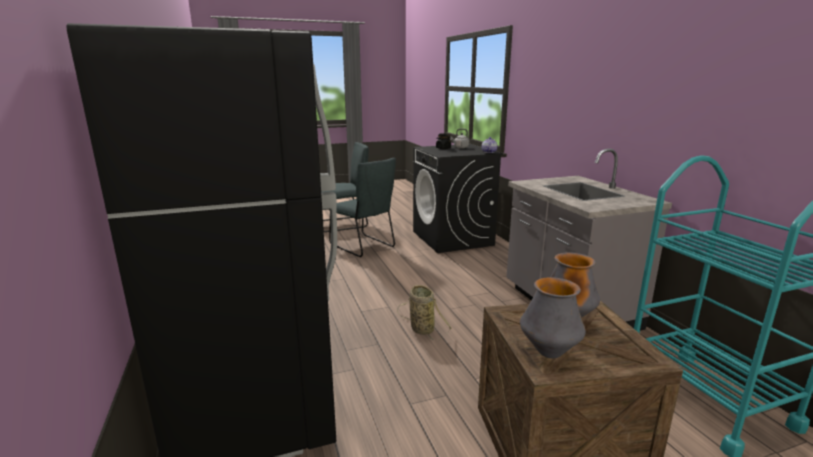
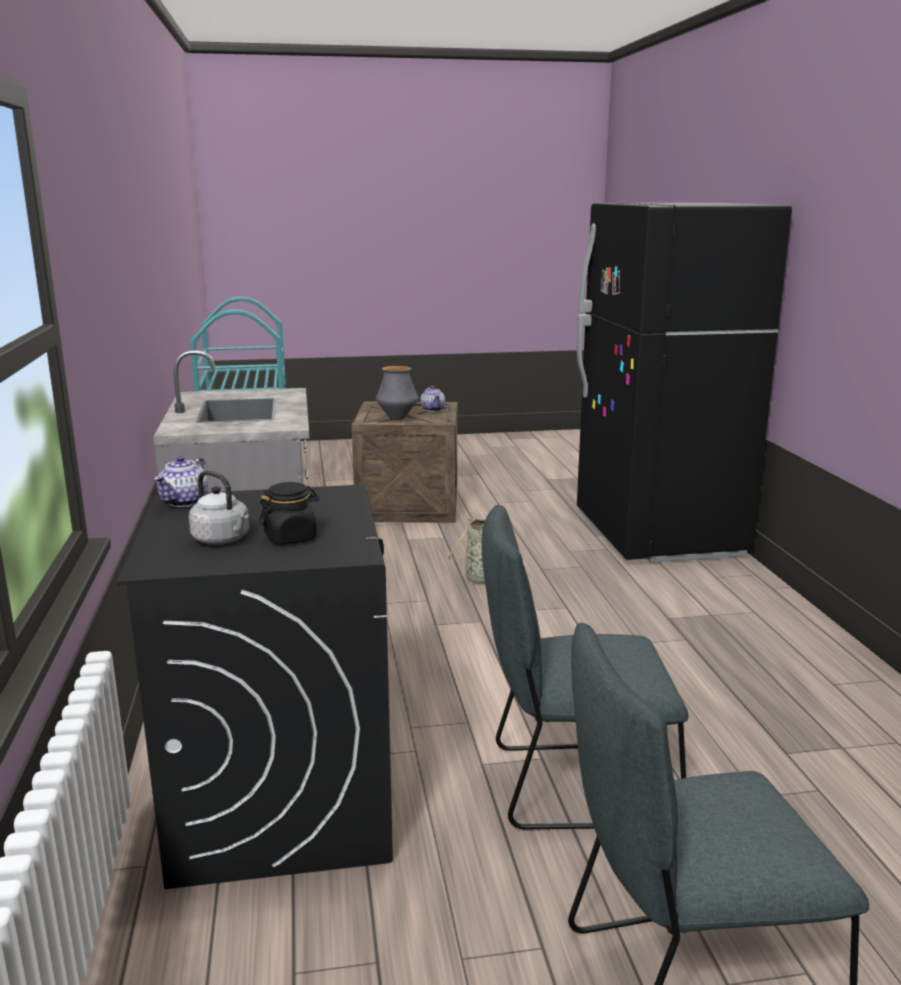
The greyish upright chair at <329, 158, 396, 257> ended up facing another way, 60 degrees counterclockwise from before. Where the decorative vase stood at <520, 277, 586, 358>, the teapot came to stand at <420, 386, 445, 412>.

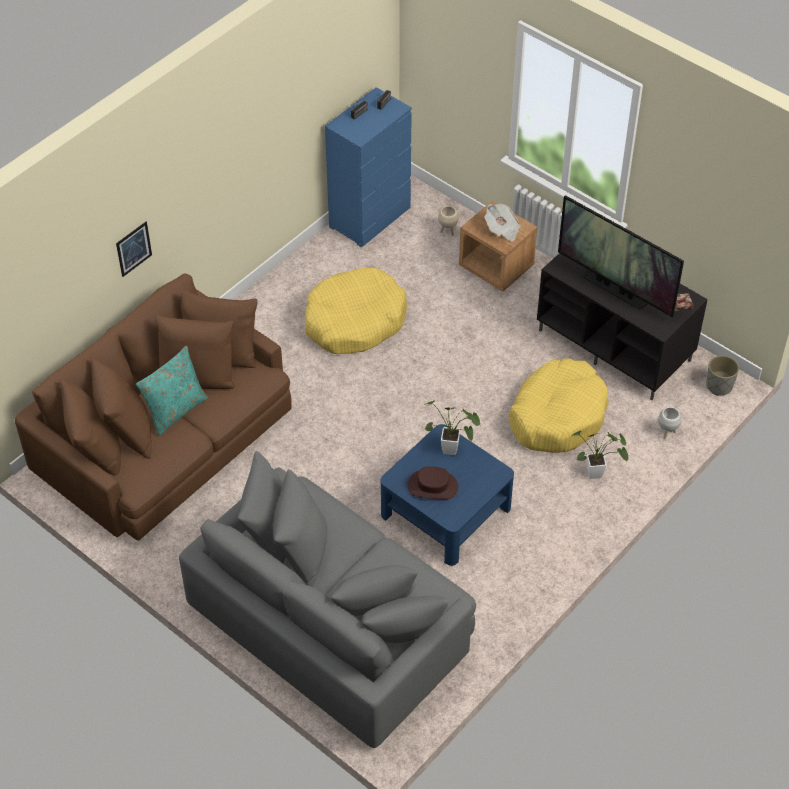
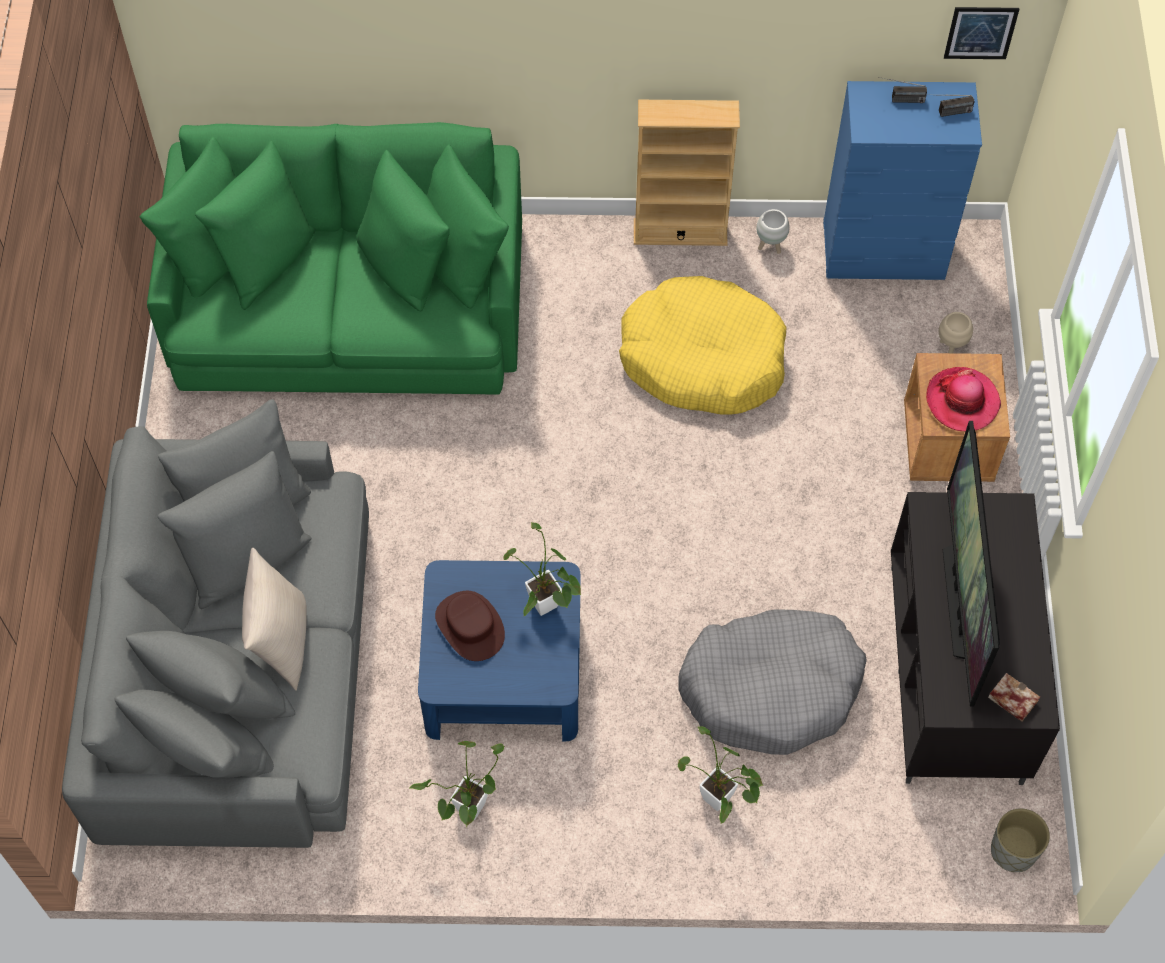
Where the newspaper stood at <485, 204, 521, 242>, the wearable hat came to stand at <926, 367, 1001, 431>. The picture ended up elsewhere, having gone from <116, 222, 152, 277> to <944, 7, 1019, 59>. What was the brown-coloured couch at <15, 273, 292, 541> turned into the green couch at <139, 122, 522, 395>. The second view lost the turquoise throw pillow at <136, 346, 208, 436>. What was the yellow-coloured dog cushion at <509, 358, 609, 453> turned into the greyish dog cushion at <678, 609, 867, 755>. The white planter ended up elsewhere, having gone from <658, 407, 681, 439> to <756, 209, 790, 254>. The second view gained the beige-coloured bookcase at <634, 100, 740, 246>. The second view gained the beige-coloured throw pillow at <242, 548, 307, 691>. The second view gained the houseplant at <409, 741, 505, 827>.

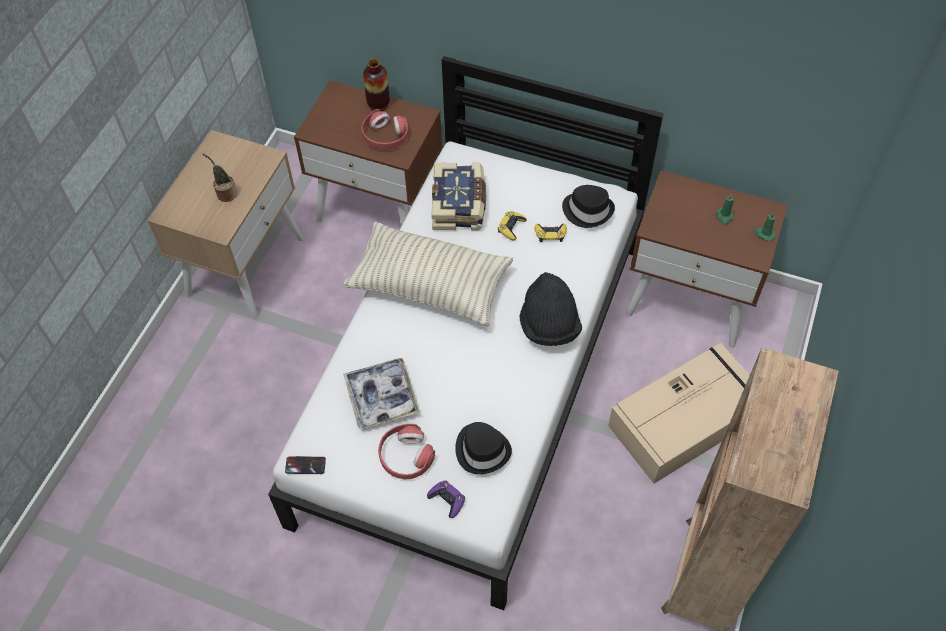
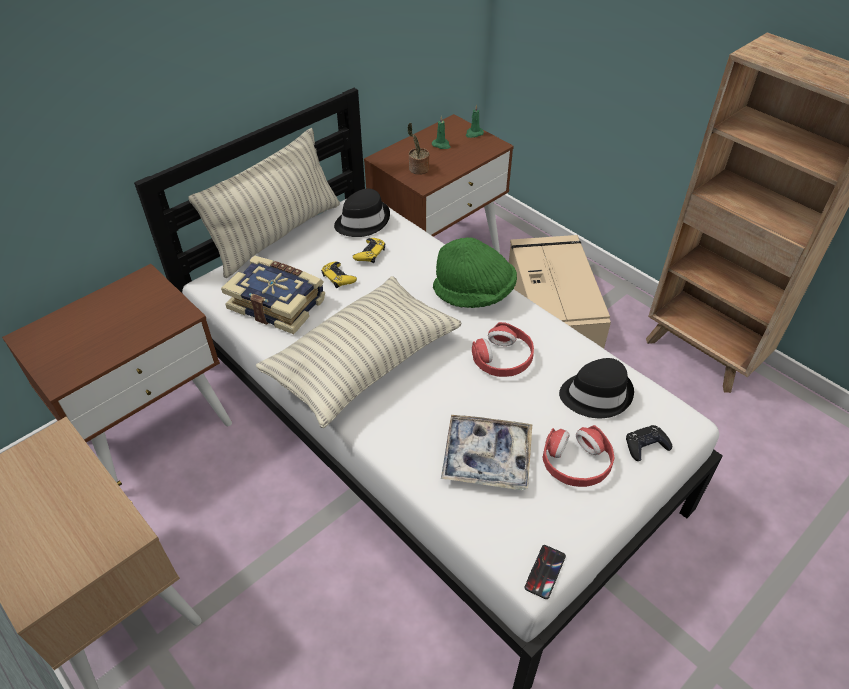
The second view lost the decorative vase at <363, 59, 390, 111>. The red-coloured headphones ended up elsewhere, having gone from <361, 109, 408, 150> to <472, 322, 534, 377>. The houseplant ended up elsewhere, having gone from <202, 153, 237, 202> to <407, 122, 429, 175>. What was the blackish wearable hat at <519, 272, 582, 346> turned into the green wearable hat at <433, 237, 517, 308>. What was the purplish gamepad at <427, 481, 465, 518> turned into the blackish gamepad at <626, 425, 672, 461>. The second view gained the throw pillow at <188, 128, 340, 278>.

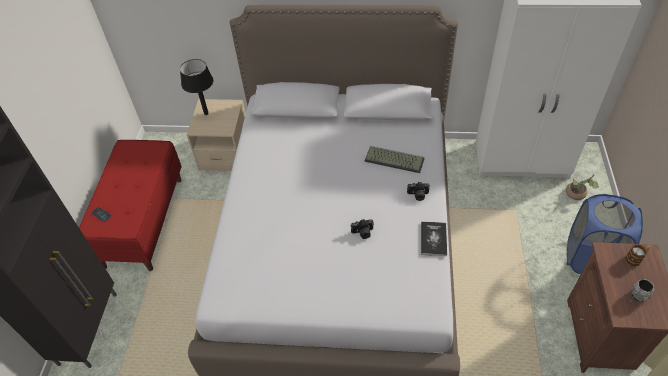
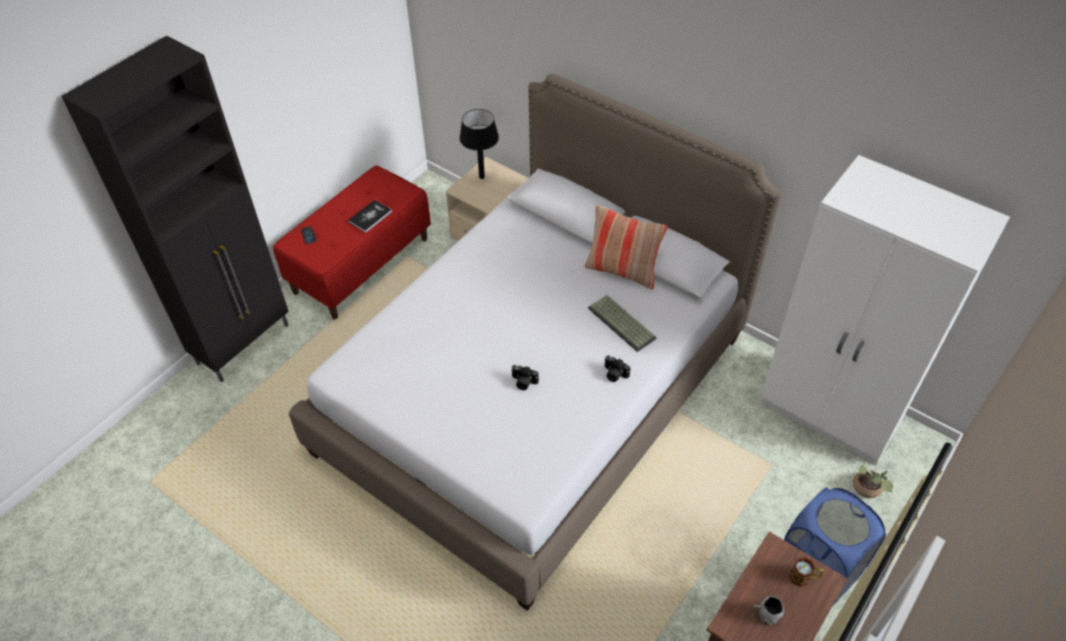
The bound book ended up elsewhere, having gone from <421, 222, 447, 256> to <348, 200, 392, 232>. The second view gained the throw pillow at <585, 205, 667, 289>.

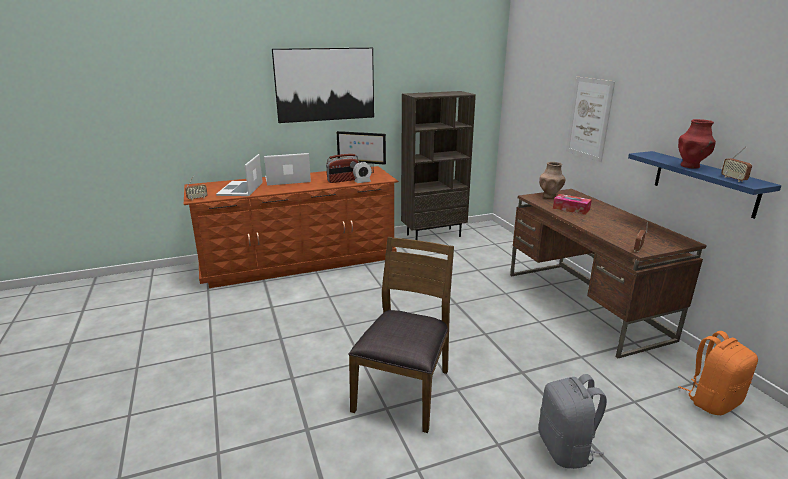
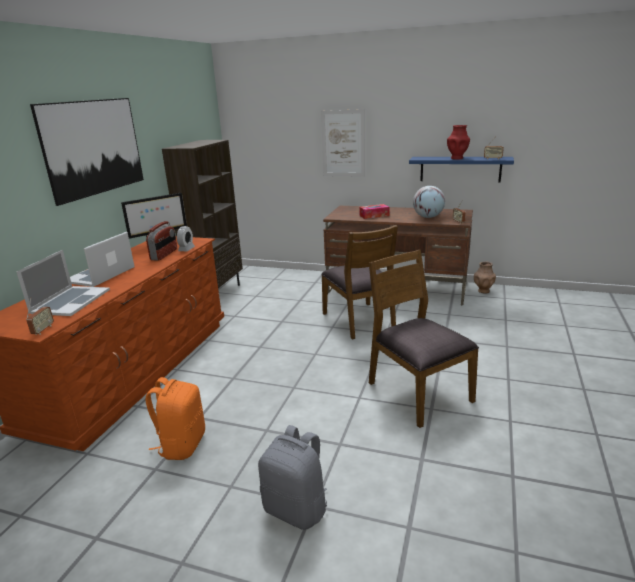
The portable computer at <216, 154, 263, 196> ended up facing another way, 120 degrees counterclockwise from before. The brown-coloured decorative vase ended up elsewhere, having gone from <539, 162, 565, 199> to <474, 261, 496, 294>. The orange-coloured backpack ended up elsewhere, having gone from <678, 331, 758, 415> to <146, 377, 205, 460>. The greyish backpack ended up elsewhere, having gone from <539, 374, 607, 469> to <258, 425, 327, 530>. The second view gained the world globe at <413, 186, 445, 218>. The second view gained the brown-coloured upright chair at <321, 225, 398, 340>.

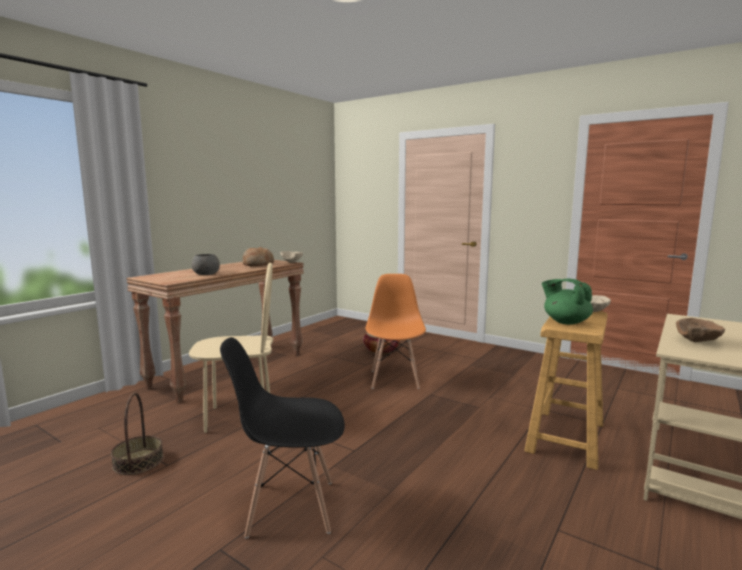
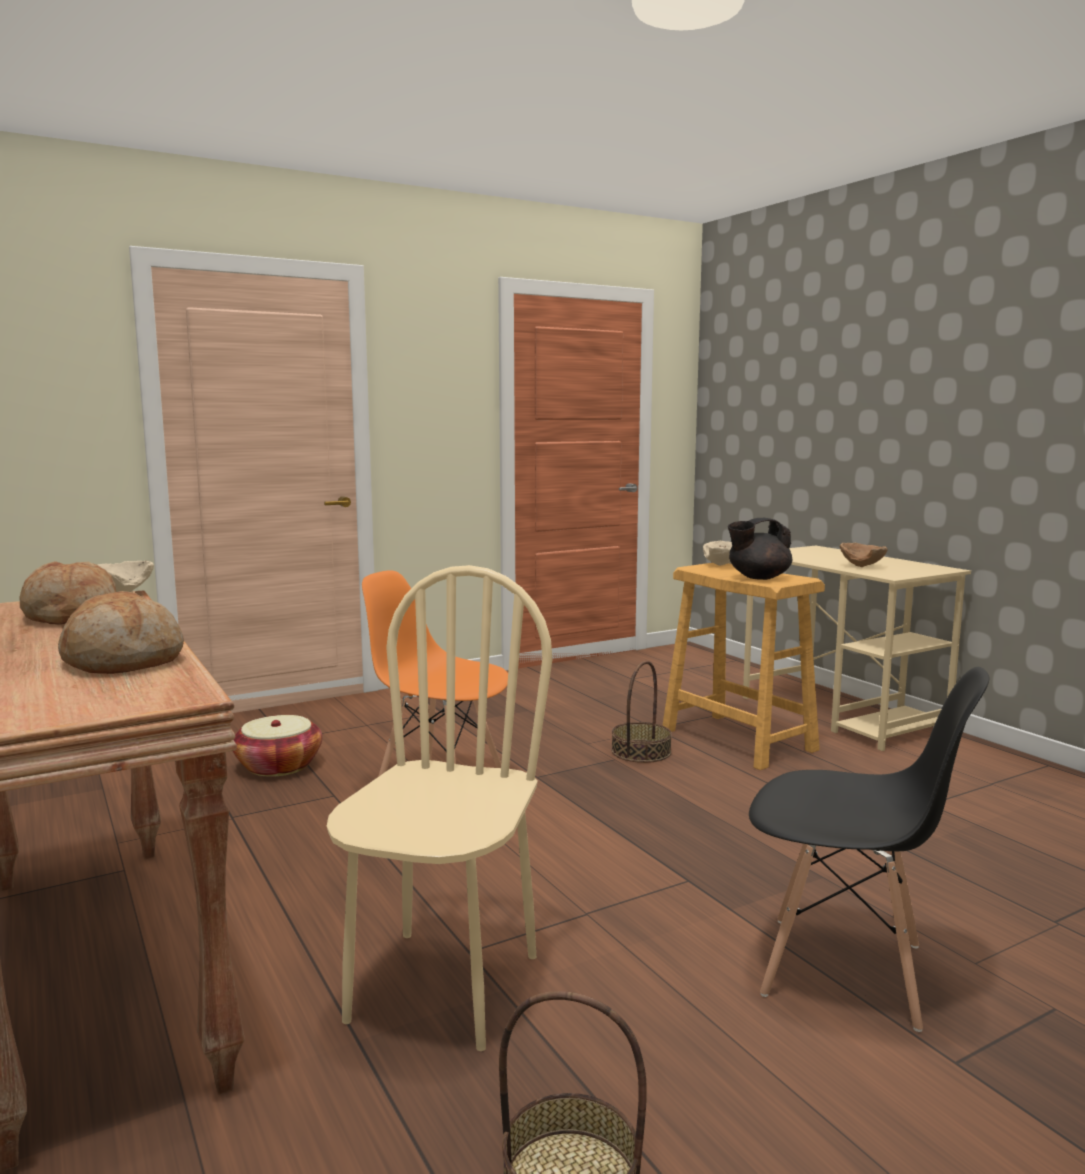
Where the greyish bowl stood at <192, 254, 220, 275>, the bakery bread came to stand at <58, 591, 184, 674>. What was the green teapot at <542, 279, 593, 325> turned into the blackish teapot at <728, 518, 793, 580>. The blackish upright chair at <220, 337, 345, 539> ended up facing another way, 90 degrees counterclockwise from before. The second view gained the storage basket at <611, 661, 672, 763>.

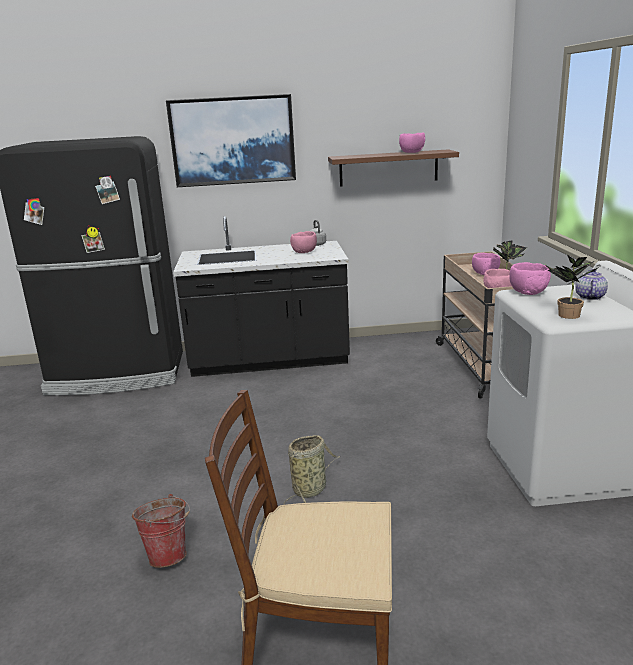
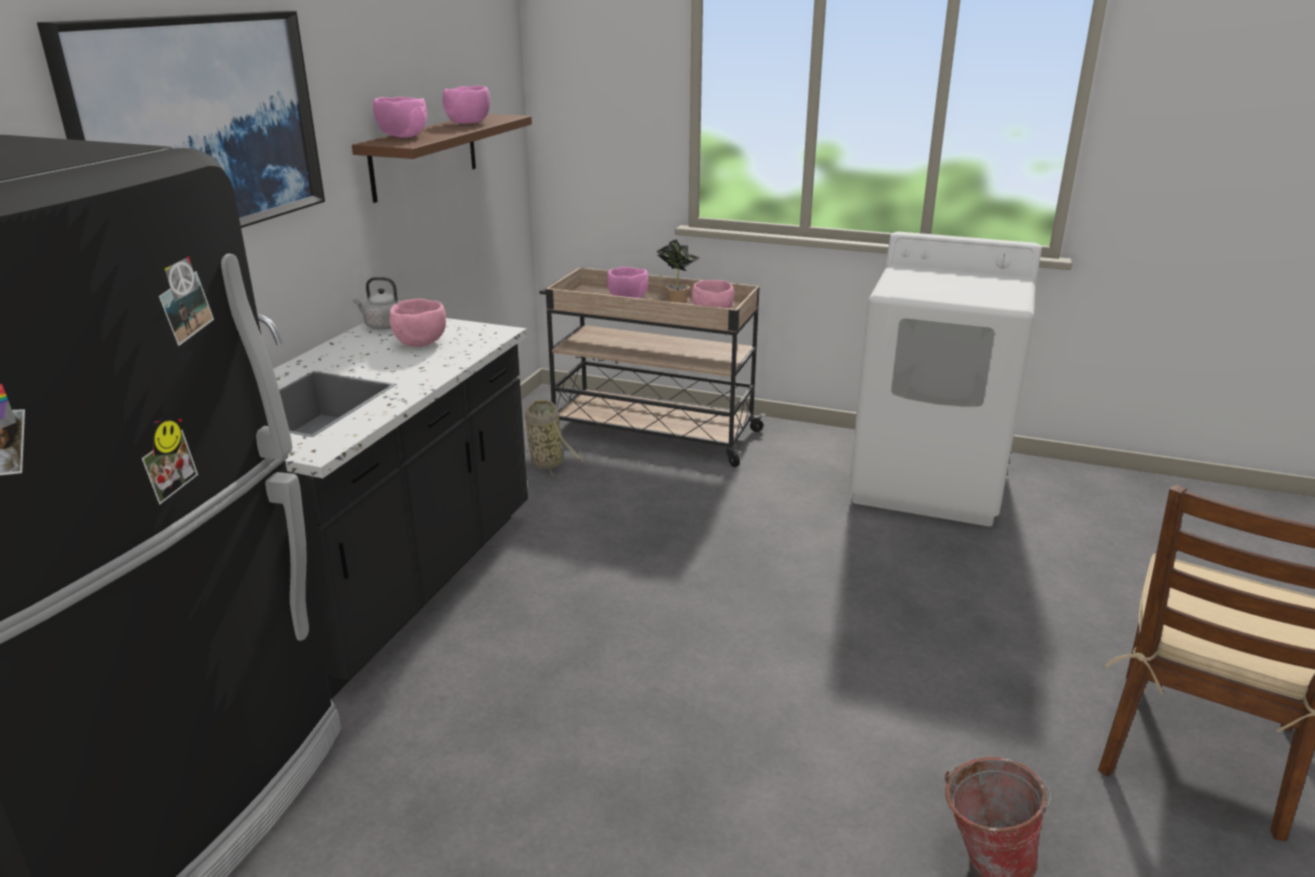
The second view lost the houseplant at <544, 255, 599, 319>. The pinkish bowl ended up elsewhere, having gone from <509, 262, 551, 295> to <373, 97, 427, 138>. The second view lost the teapot at <575, 269, 608, 300>. The storage basket ended up elsewhere, having gone from <284, 435, 341, 504> to <523, 400, 583, 476>.

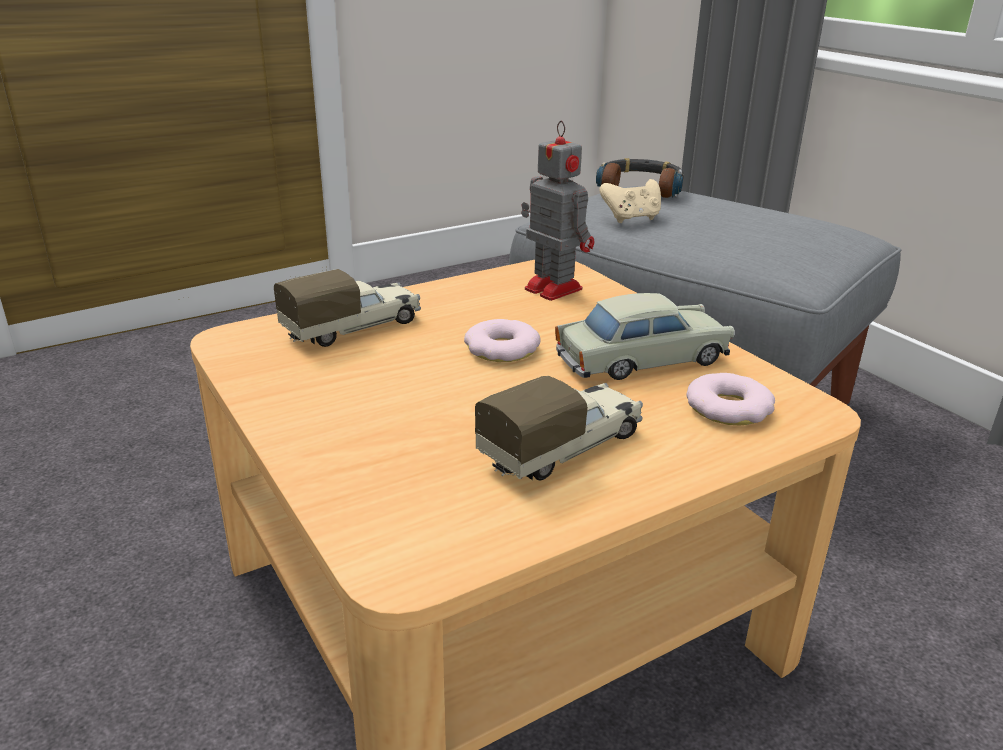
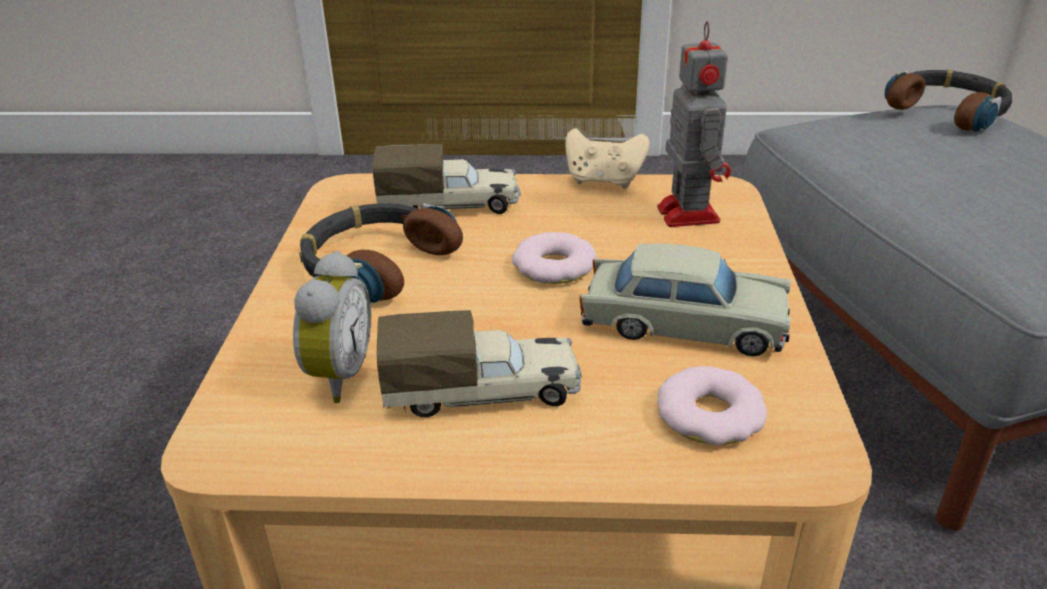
The beige-coloured gamepad ended up elsewhere, having gone from <599, 179, 661, 223> to <566, 128, 650, 189>. The second view gained the headphones at <299, 203, 463, 303>. The second view gained the alarm clock at <293, 251, 371, 403>.

